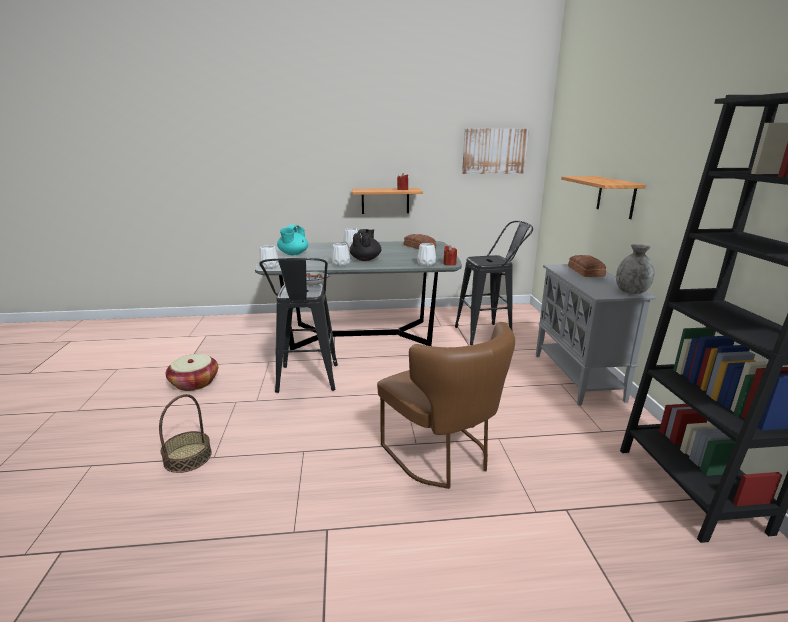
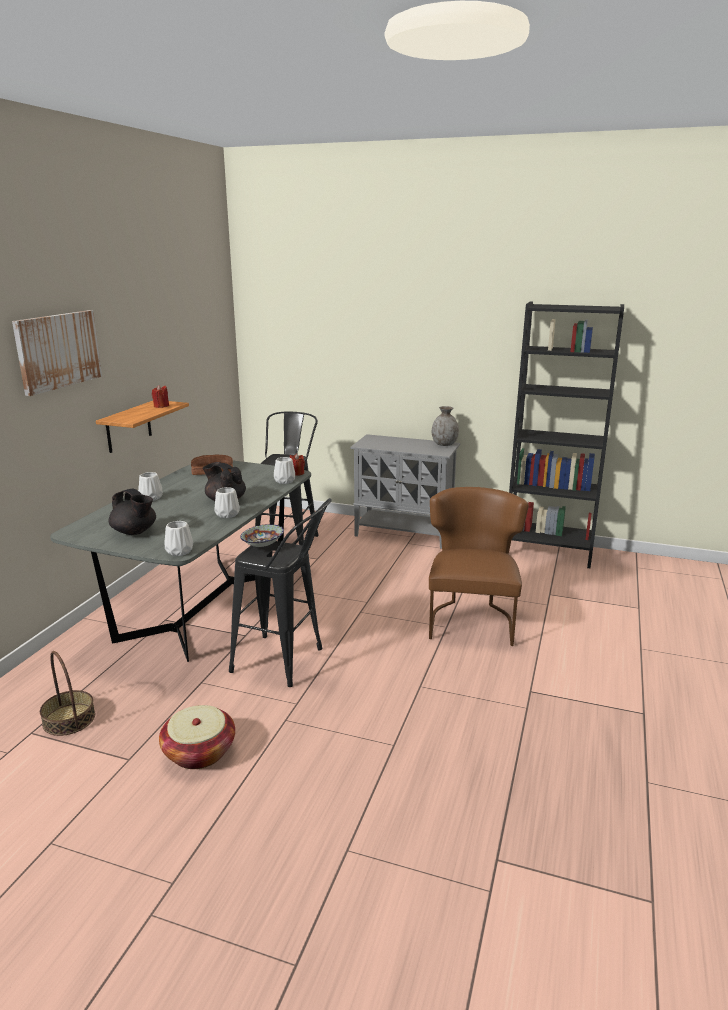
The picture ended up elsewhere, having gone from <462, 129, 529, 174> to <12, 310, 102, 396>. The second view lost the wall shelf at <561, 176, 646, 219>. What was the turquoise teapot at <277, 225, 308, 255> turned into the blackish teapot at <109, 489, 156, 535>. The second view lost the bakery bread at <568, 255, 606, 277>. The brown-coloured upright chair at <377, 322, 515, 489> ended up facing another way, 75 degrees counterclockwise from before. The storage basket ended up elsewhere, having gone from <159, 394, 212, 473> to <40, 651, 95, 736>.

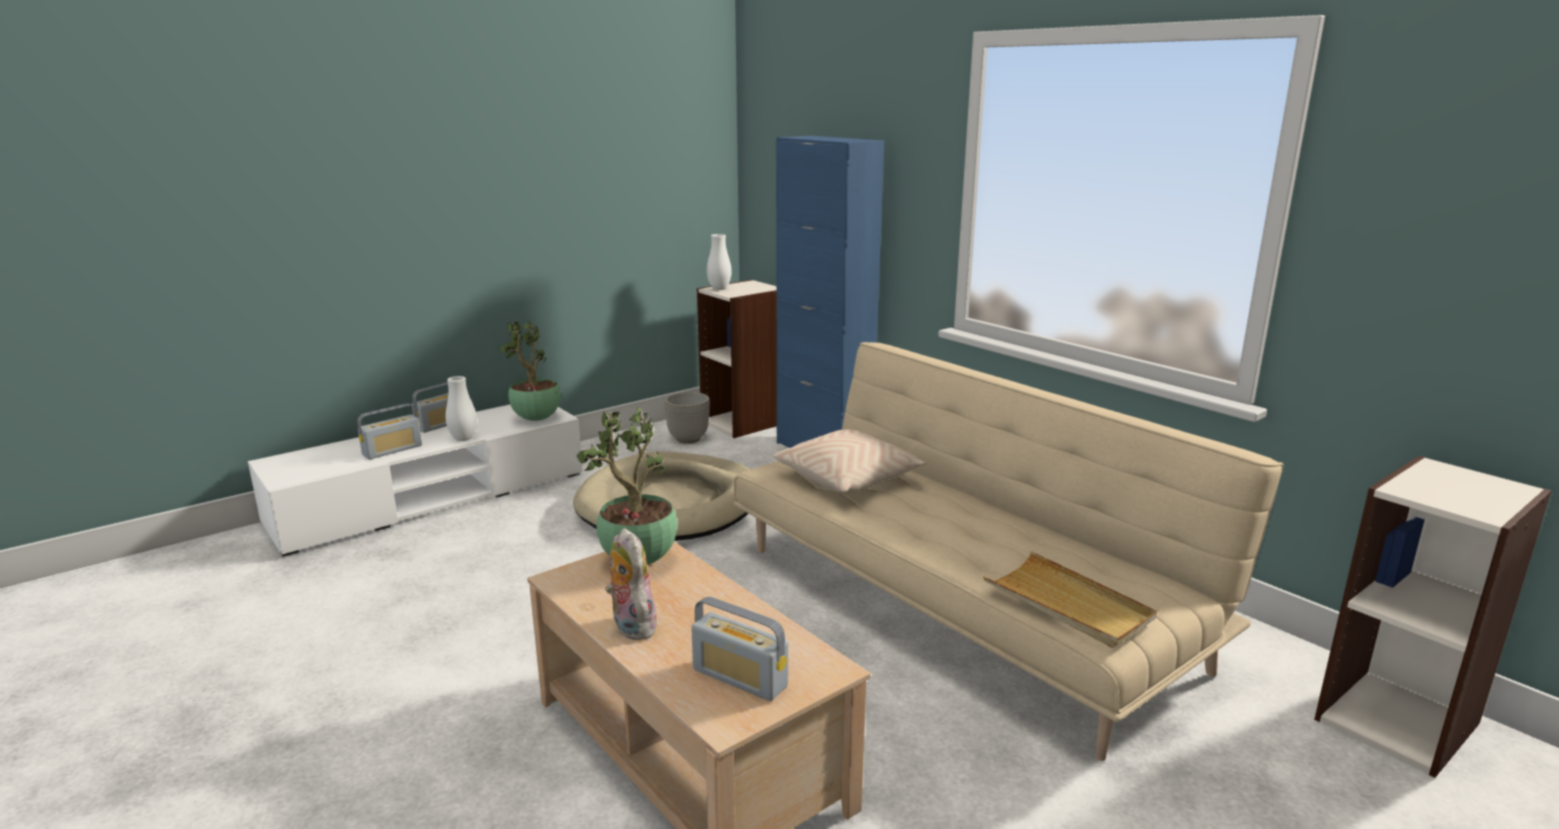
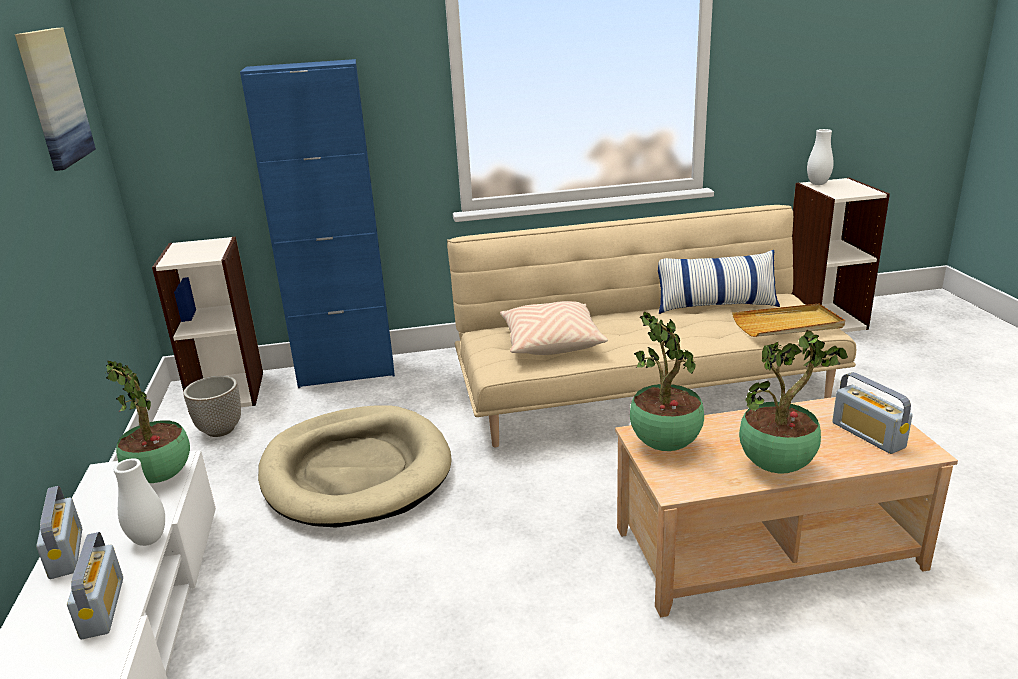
The white decorative vase ended up elsewhere, having gone from <707, 234, 732, 290> to <807, 129, 834, 185>. Where the cuddly toy stood at <605, 528, 660, 640>, the houseplant came to stand at <739, 330, 848, 473>. The radio receiver at <691, 596, 788, 701> ended up facing another way, 90 degrees clockwise from before. The second view gained the picture at <15, 28, 96, 171>. The second view gained the throw pillow at <658, 250, 780, 314>.

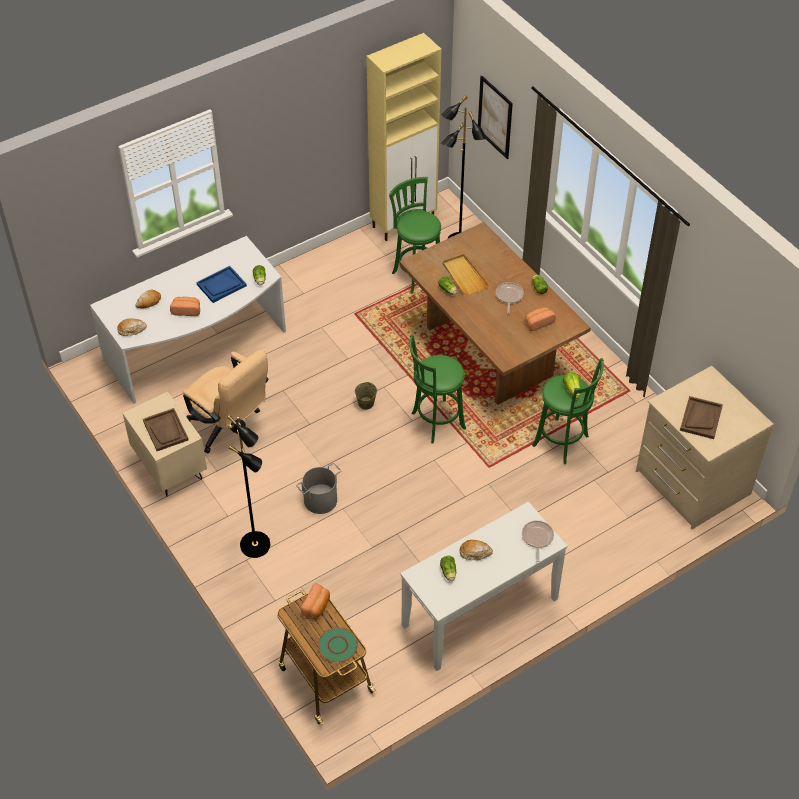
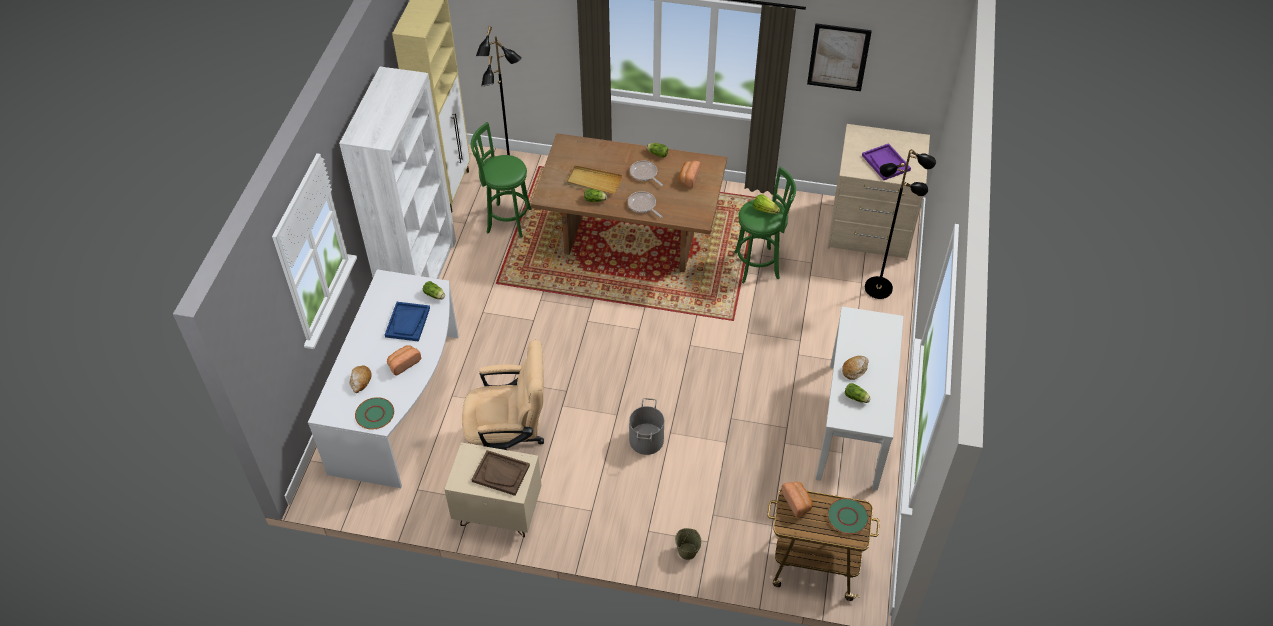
The picture ended up elsewhere, having gone from <478, 76, 513, 159> to <807, 23, 872, 91>. Where the bakery bread stood at <117, 318, 147, 336>, the green plate came to stand at <355, 397, 394, 430>. The second view lost the green stool seat at <409, 334, 466, 443>. The beige-coloured bucket ended up elsewhere, having gone from <355, 382, 377, 410> to <675, 528, 702, 560>. What was the brown-coloured carrying tray at <680, 396, 723, 439> turned into the purplish carrying tray at <862, 143, 911, 180>. The blackish floor lamp ended up elsewhere, having gone from <227, 415, 270, 558> to <865, 149, 936, 299>. The frying pan ended up elsewhere, having gone from <522, 520, 554, 562> to <628, 191, 663, 218>. The second view gained the white bookcase at <339, 67, 456, 279>.

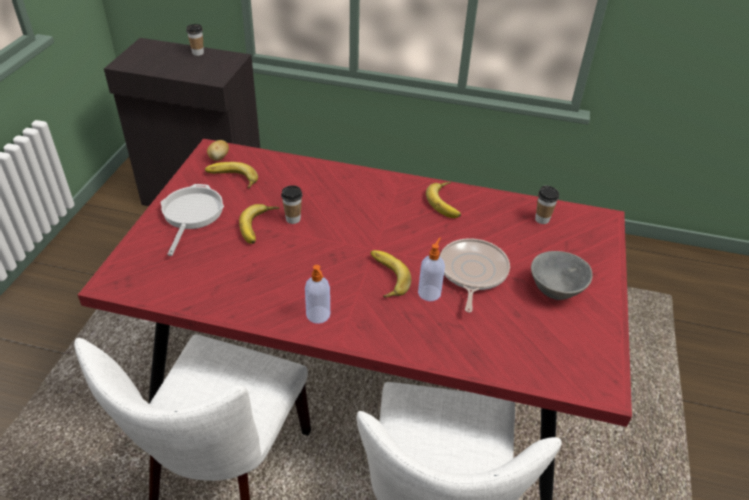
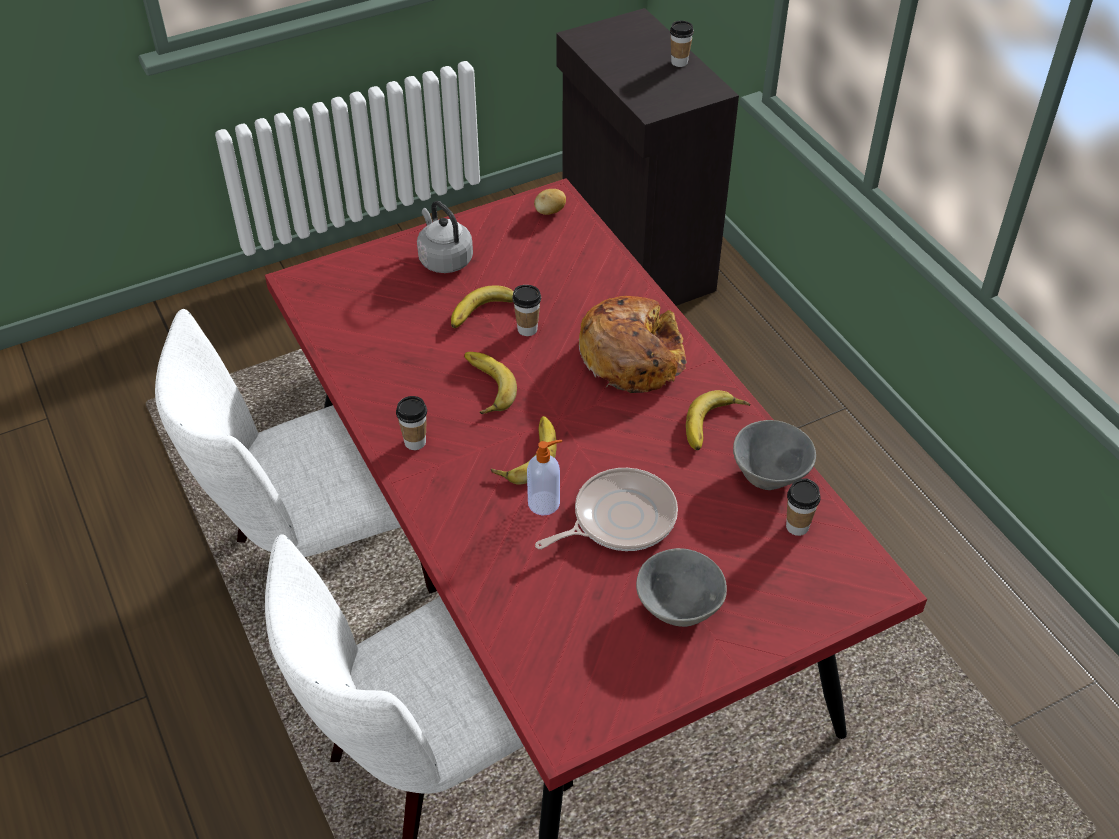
The banana fruit ended up elsewhere, having gone from <205, 162, 258, 188> to <464, 352, 517, 414>. Where the frying pan stood at <161, 184, 224, 256>, the greyish kettle came to stand at <417, 201, 473, 273>. Where the liquid soap bottle stood at <305, 265, 330, 324>, the cup came to stand at <396, 396, 427, 450>. The second view gained the bakery bread at <579, 296, 687, 393>. The second view gained the greyish bowl at <733, 420, 816, 490>.

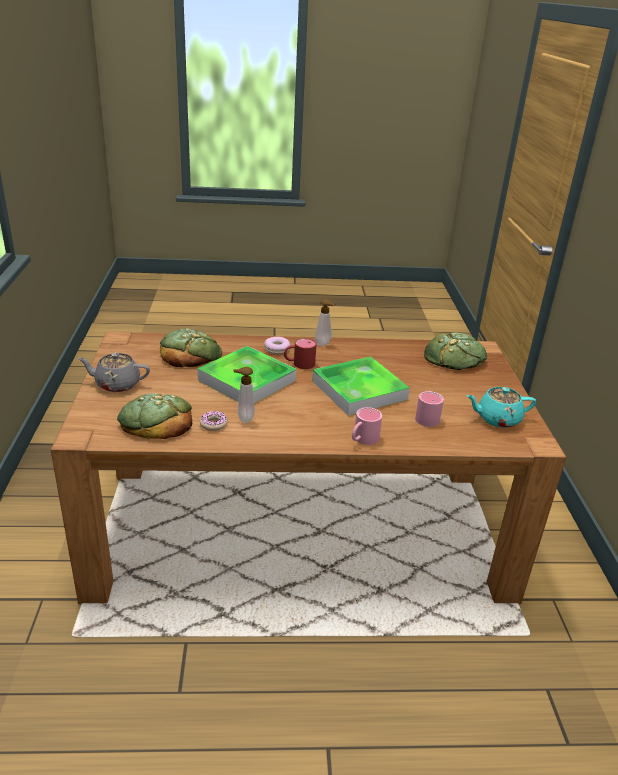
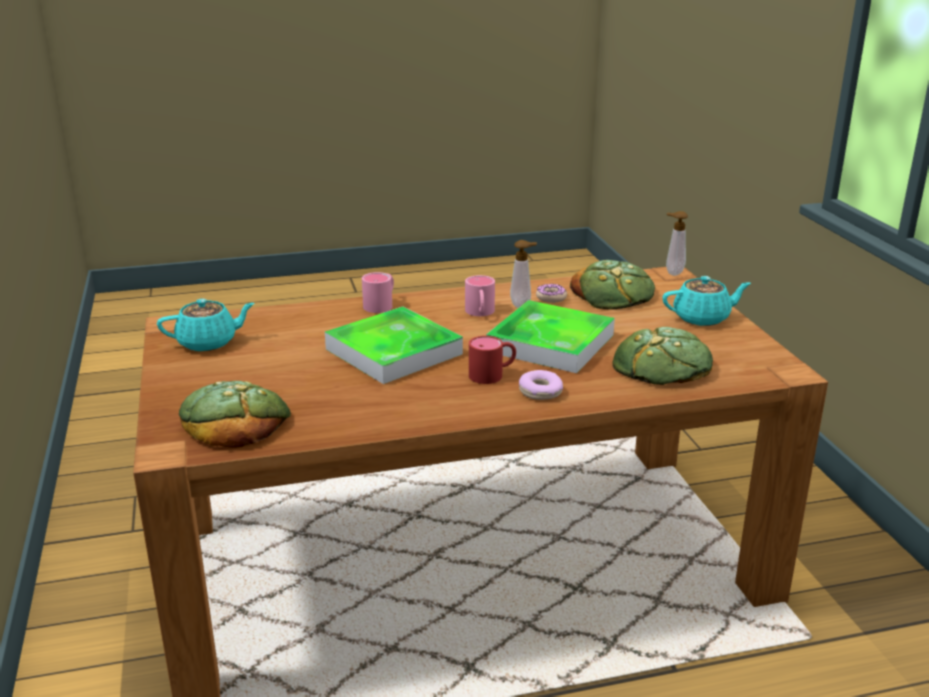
The liquid soap bottle ended up elsewhere, having gone from <315, 299, 335, 346> to <666, 211, 688, 276>. What was the greyish teapot at <78, 353, 150, 392> turned into the turquoise teapot at <662, 276, 751, 326>. The pinkish mug ended up elsewhere, having gone from <415, 391, 444, 427> to <465, 275, 495, 316>.

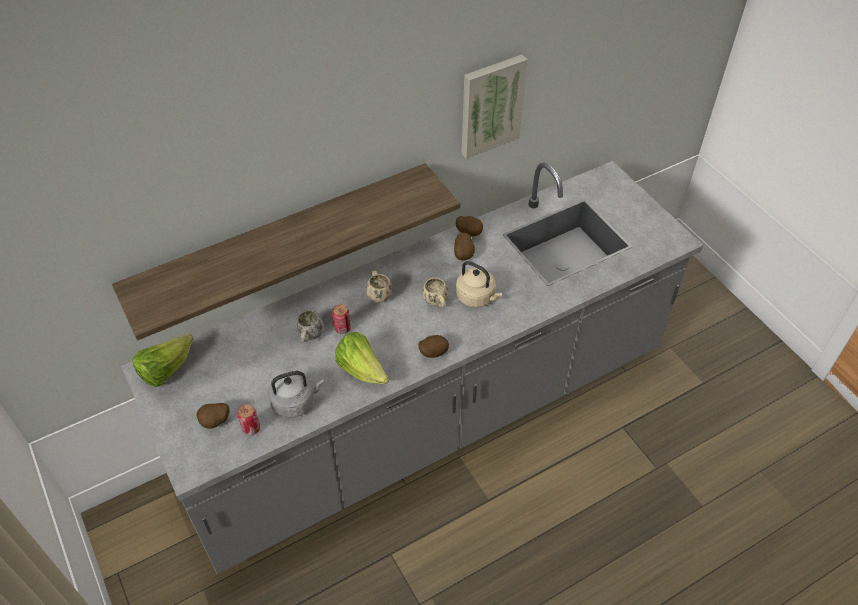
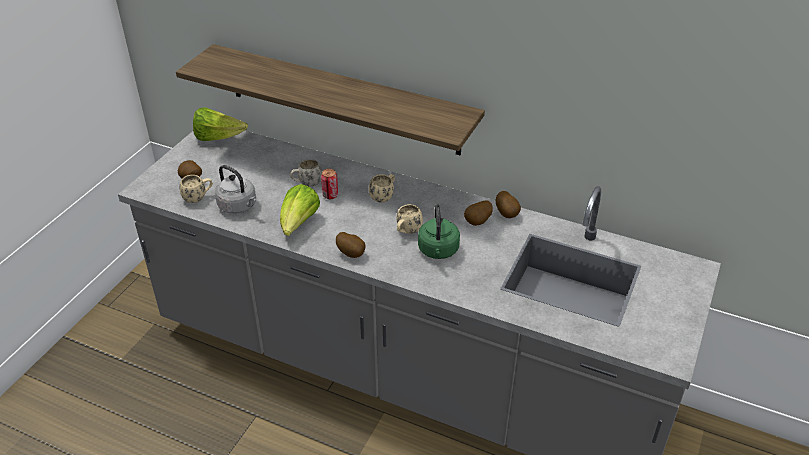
The second view lost the picture at <461, 55, 527, 159>. What was the beige-coloured kettle at <456, 261, 502, 307> turned into the green kettle at <418, 204, 460, 259>. Where the sealed can stood at <237, 404, 260, 435>, the beige-coloured mug came to stand at <179, 175, 213, 203>.

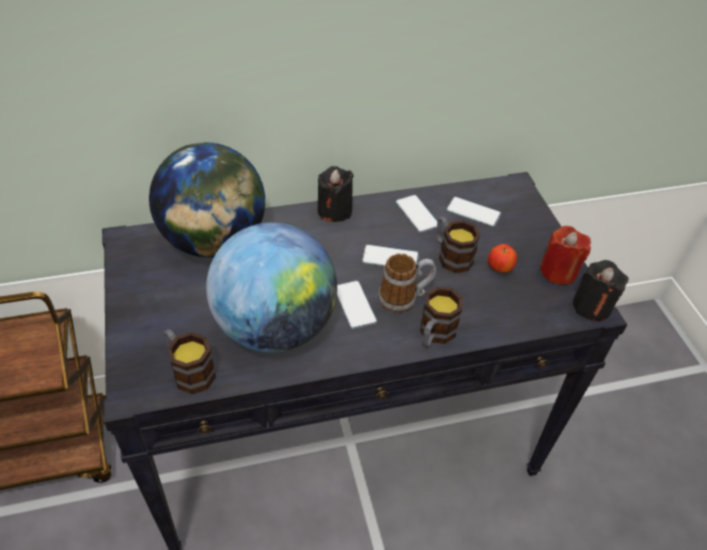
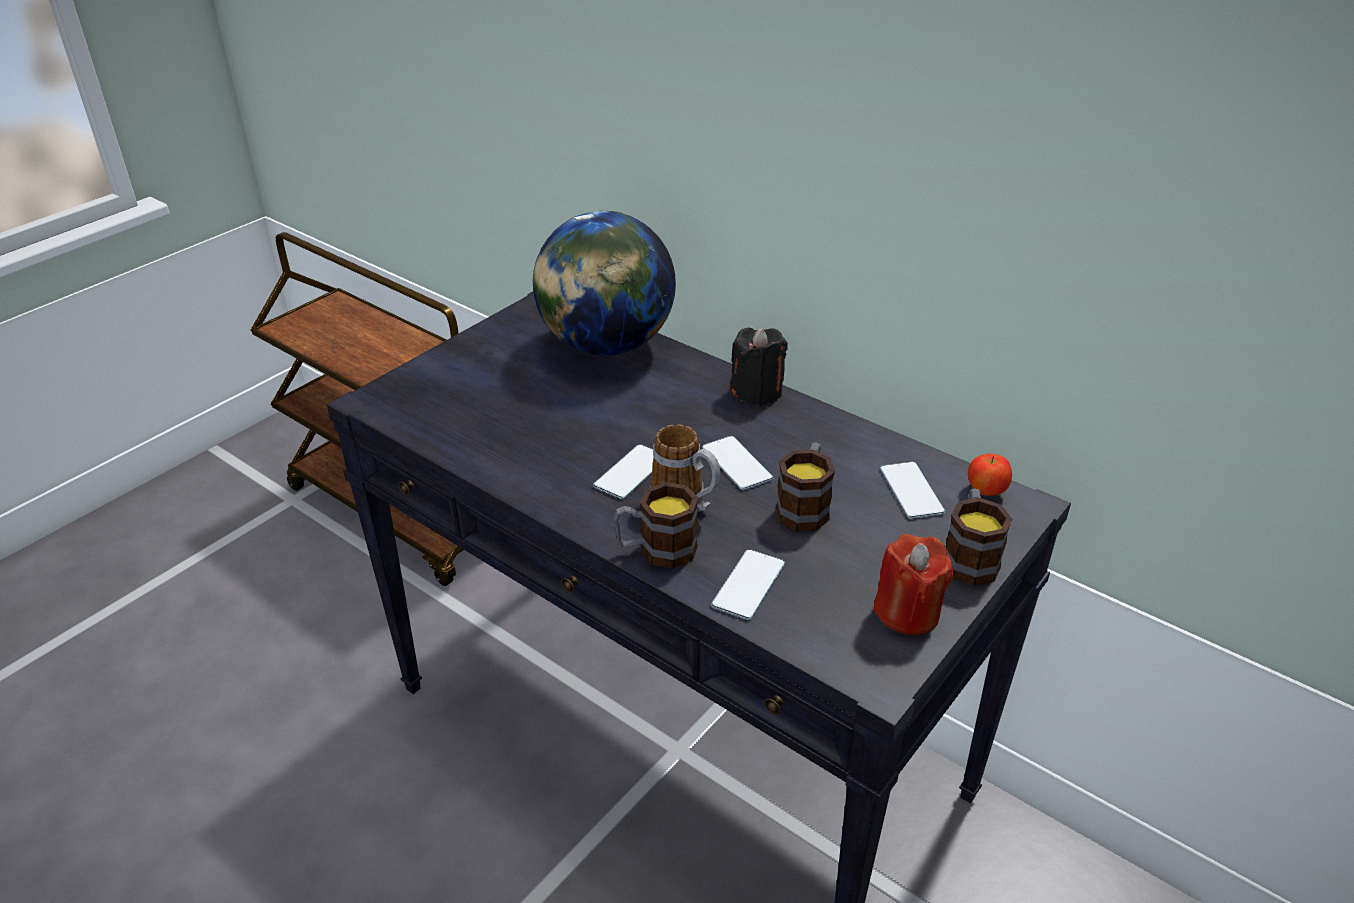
The telephone ended up elsewhere, having gone from <396, 195, 437, 233> to <711, 549, 785, 620>. The second view lost the world globe at <206, 222, 337, 353>. The apple ended up elsewhere, having gone from <488, 244, 517, 273> to <968, 454, 1012, 496>. The second view lost the blackish wax light at <573, 260, 628, 321>. The mug ended up elsewhere, having gone from <164, 329, 216, 394> to <946, 489, 1012, 586>.

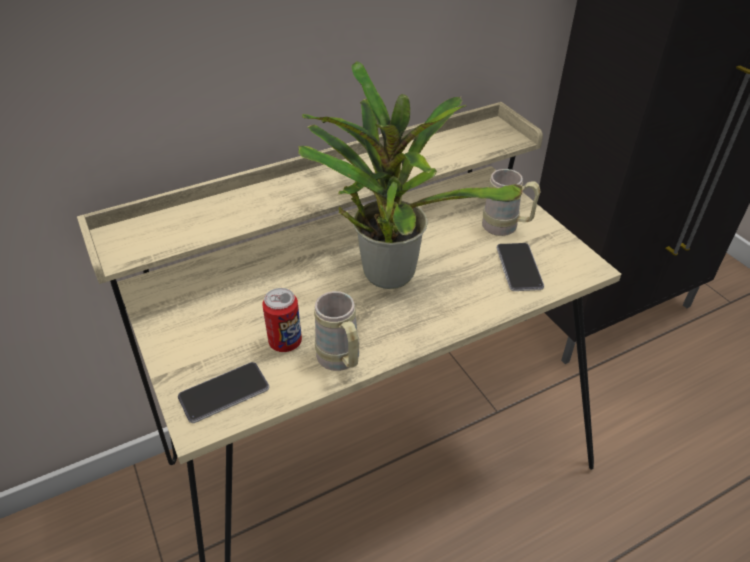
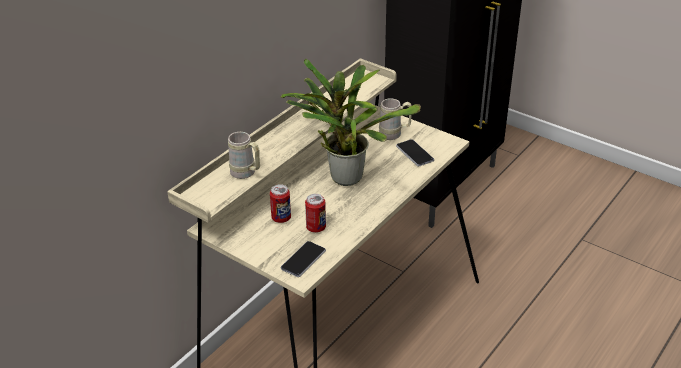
The beige-coloured mug ended up elsewhere, having gone from <314, 291, 359, 371> to <228, 132, 260, 179>. The second view gained the sealed can at <270, 184, 291, 223>.

